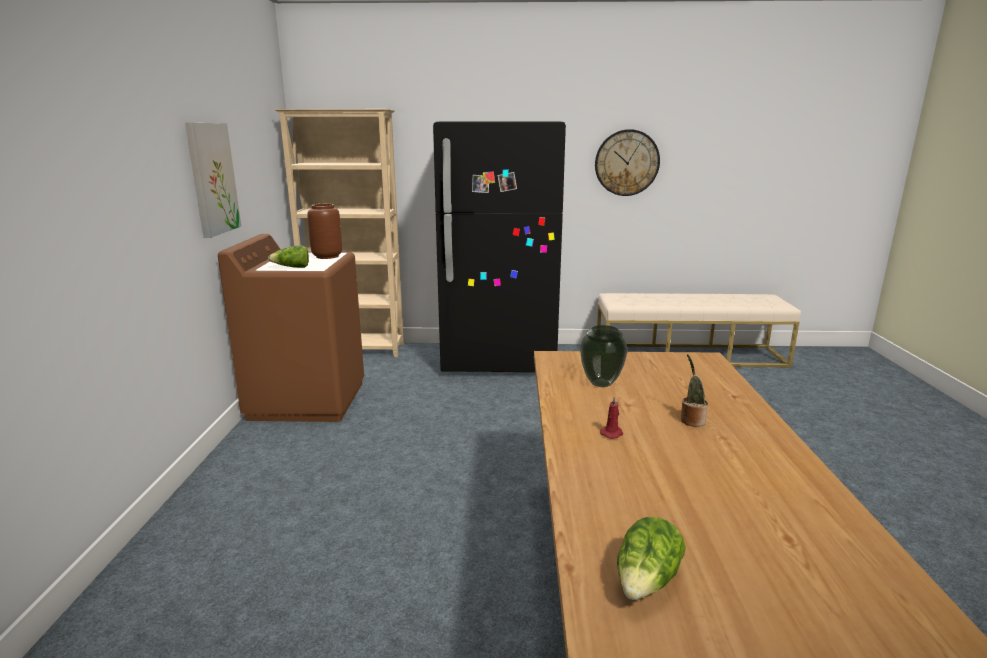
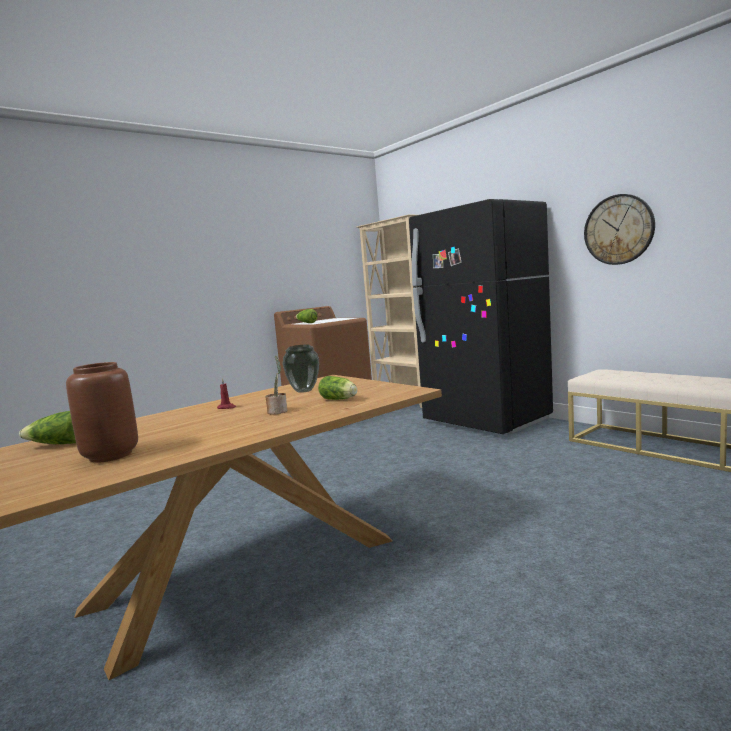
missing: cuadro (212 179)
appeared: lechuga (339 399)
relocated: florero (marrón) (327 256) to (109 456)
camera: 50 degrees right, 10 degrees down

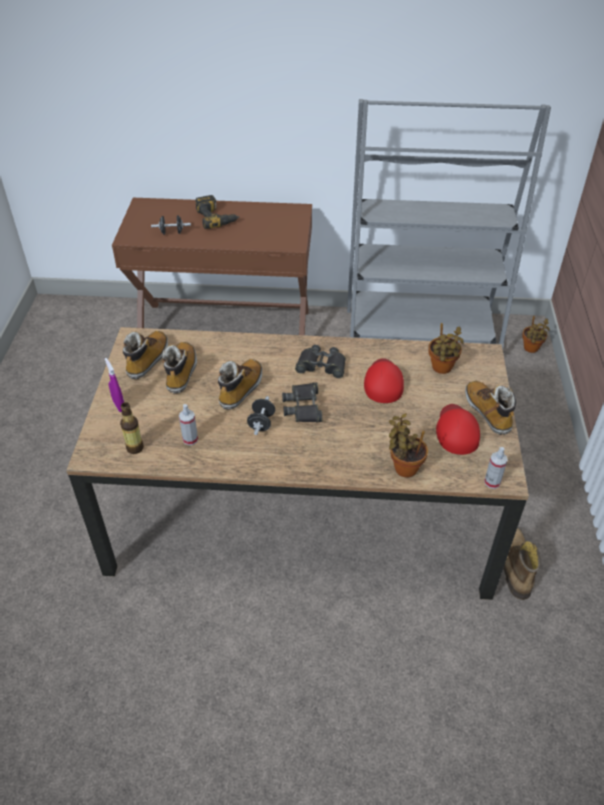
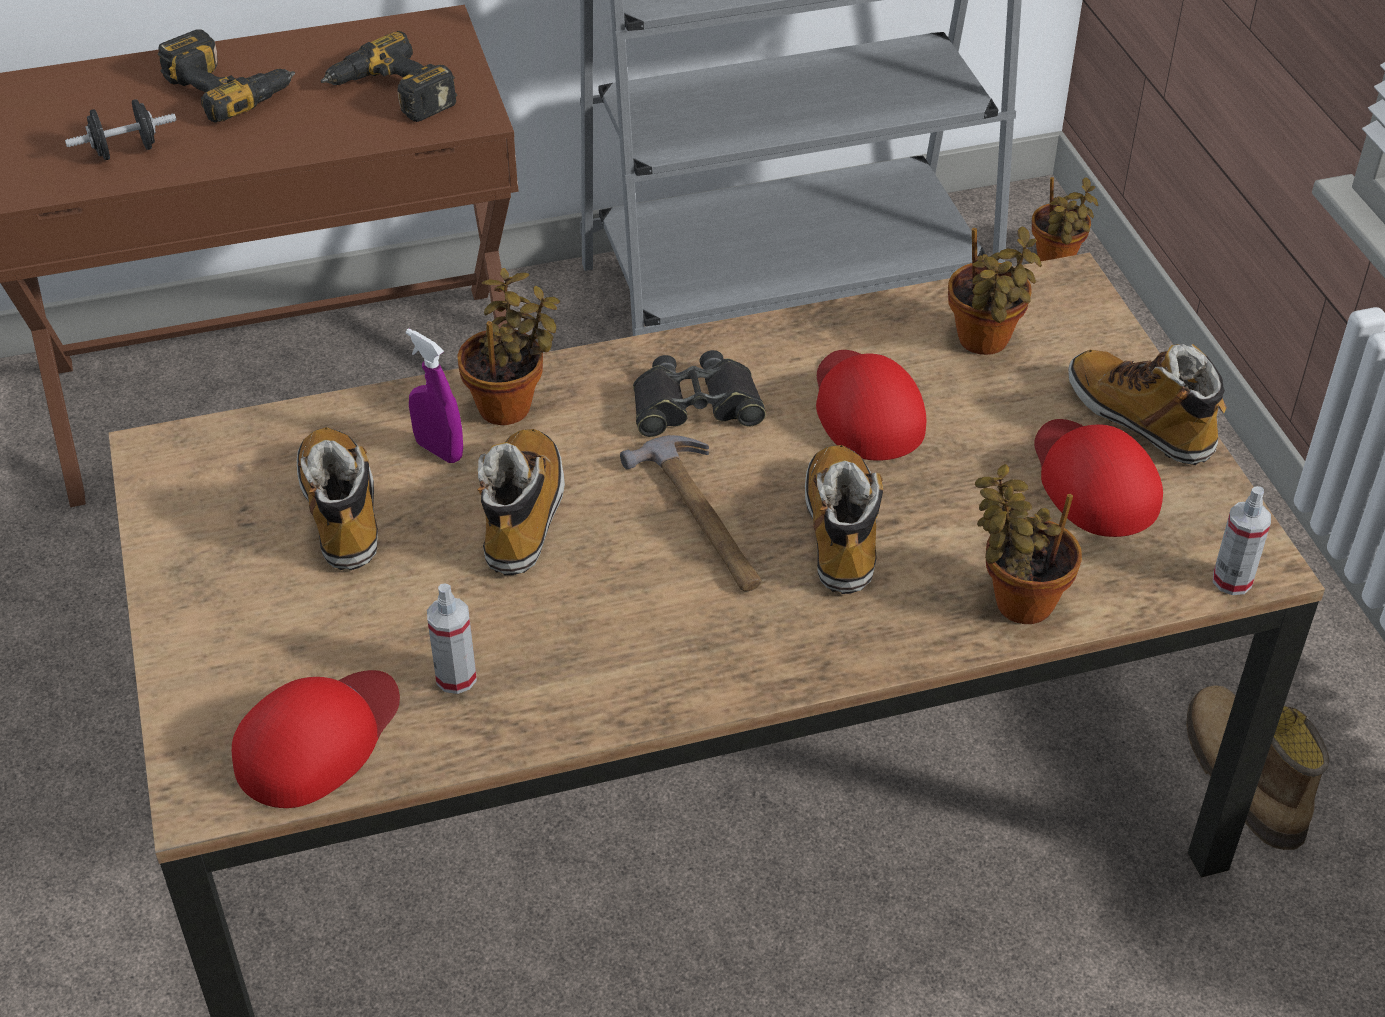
missing: mancuerna (negro) (261 423)
appeared: taladro (389 94); planta en maceta (510 405)
relocated: pulverizador (morado) (119 405) to (439 450); bota (148 360) to (842 533)
exchanged: botella (135 448) to gorra (rojo) (318 740); prismáticos (negro) (303 407) to martillo (703 518)
camera: 20 degrees left, 0 degrees up

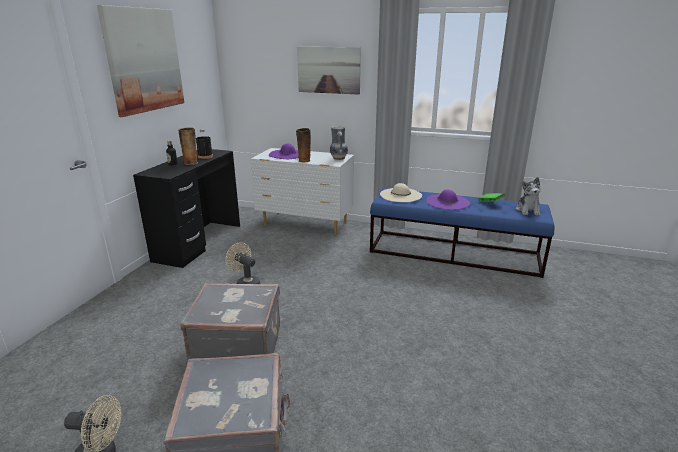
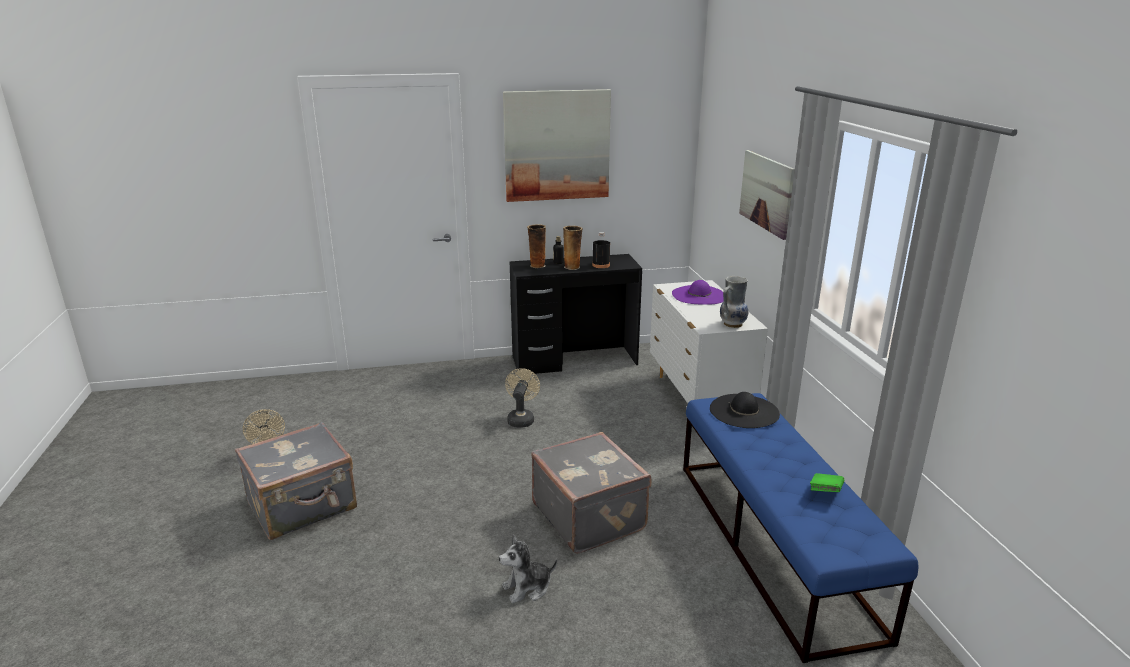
missing: sombrero (morado) (447 202)
relocated: maleta (gris) (238 347) to (590 516); florero (304 161) to (537 265); peluche (528 210) to (527 588)
colour: sombrero (beis) (400 195) to sombrero (negro) (744 411)
camera: 60 degrees right, 0 degrees up

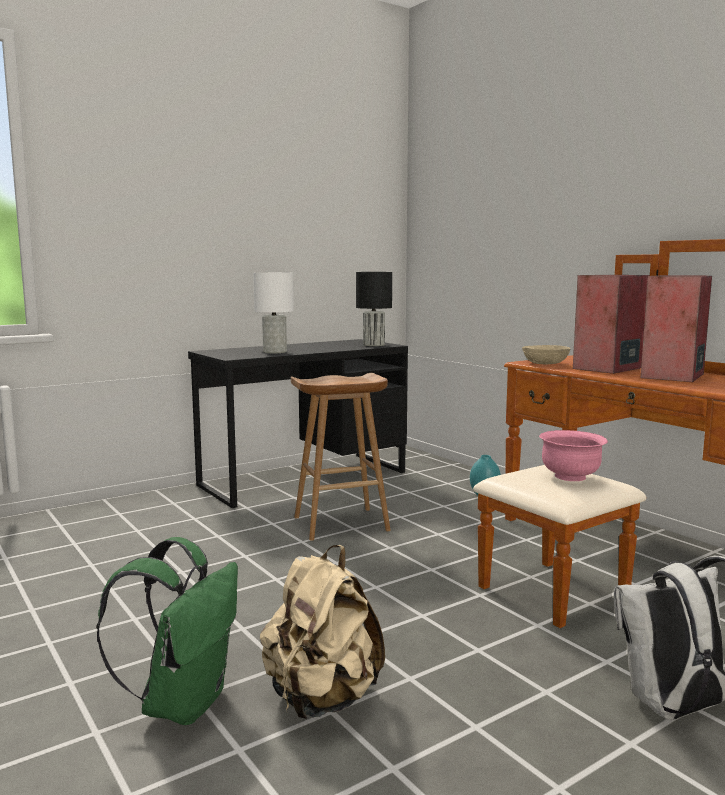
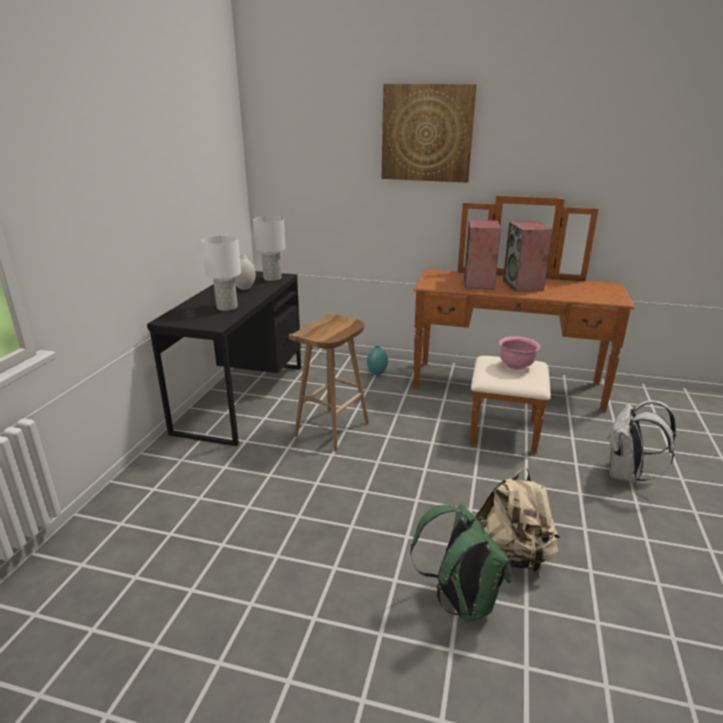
missing: cuenco (beis) (545 364)
appeared: florero (blanco) (244 288); cuadro (427 133)
colour: lámpara de mesa (negro) (373 345) to lámpara de mesa (blanco) (272 278)
camera: 40 degrees left, 15 degrees up

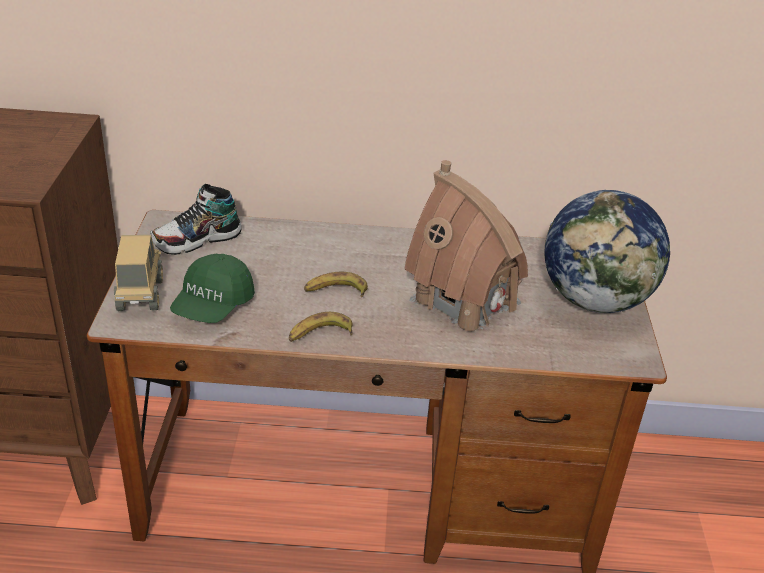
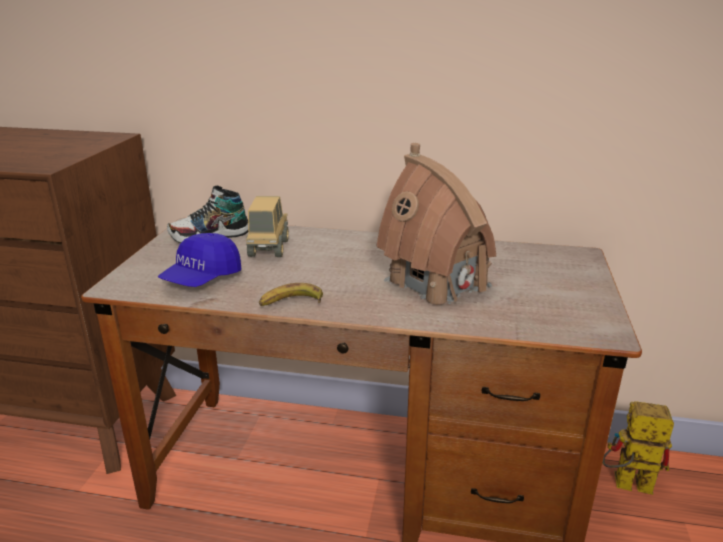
missing: plátano (335 291); globo terráqueo (596 300)
appeared: robot de juguete (624 484)
relocated: camión de juguete (140 295) to (268 249)
colour: gorra (verde) (213 306) to gorra (azul) (202 279)
camera: 10 degrees right, 10 degrees down

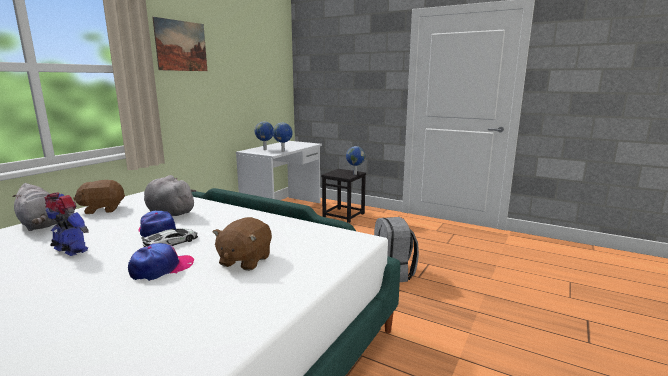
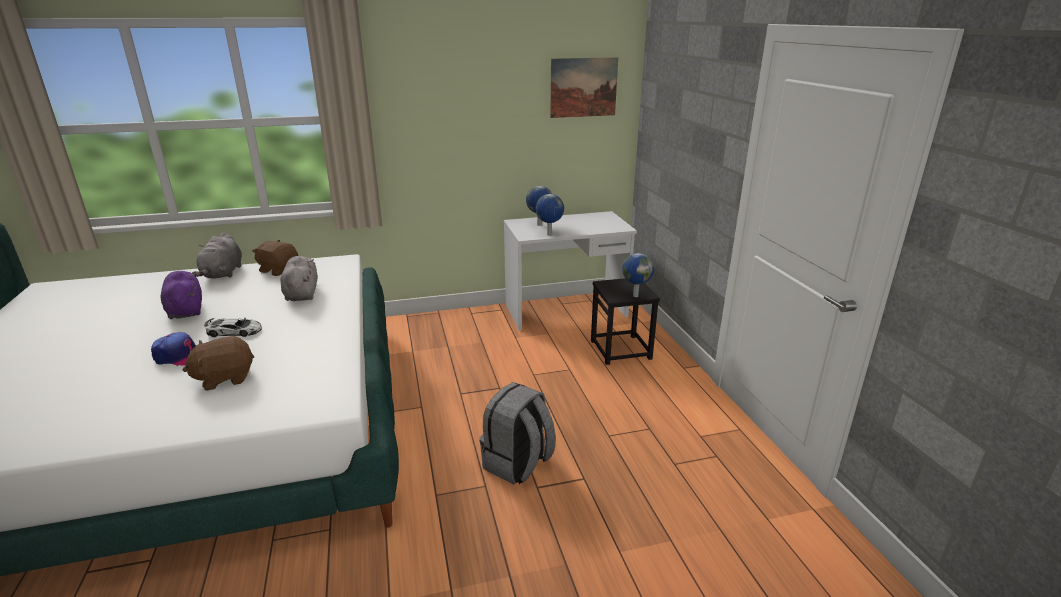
missing: gorra (157 230)
relocated: cuadro (181 46) to (583 87)
exchanged: robot de juguete (70 251) to peluche (morado) (185 310)
camera: 45 degrees right, 10 degrees up

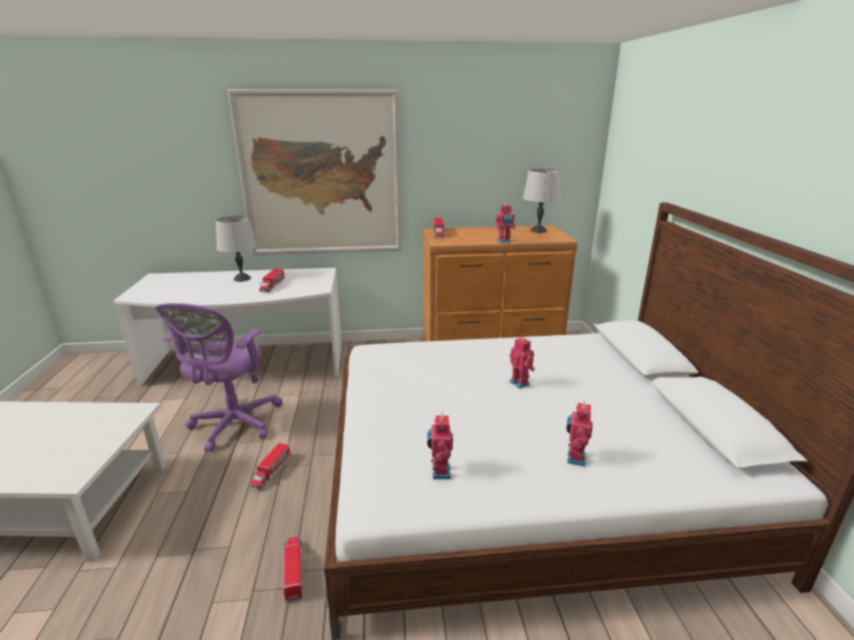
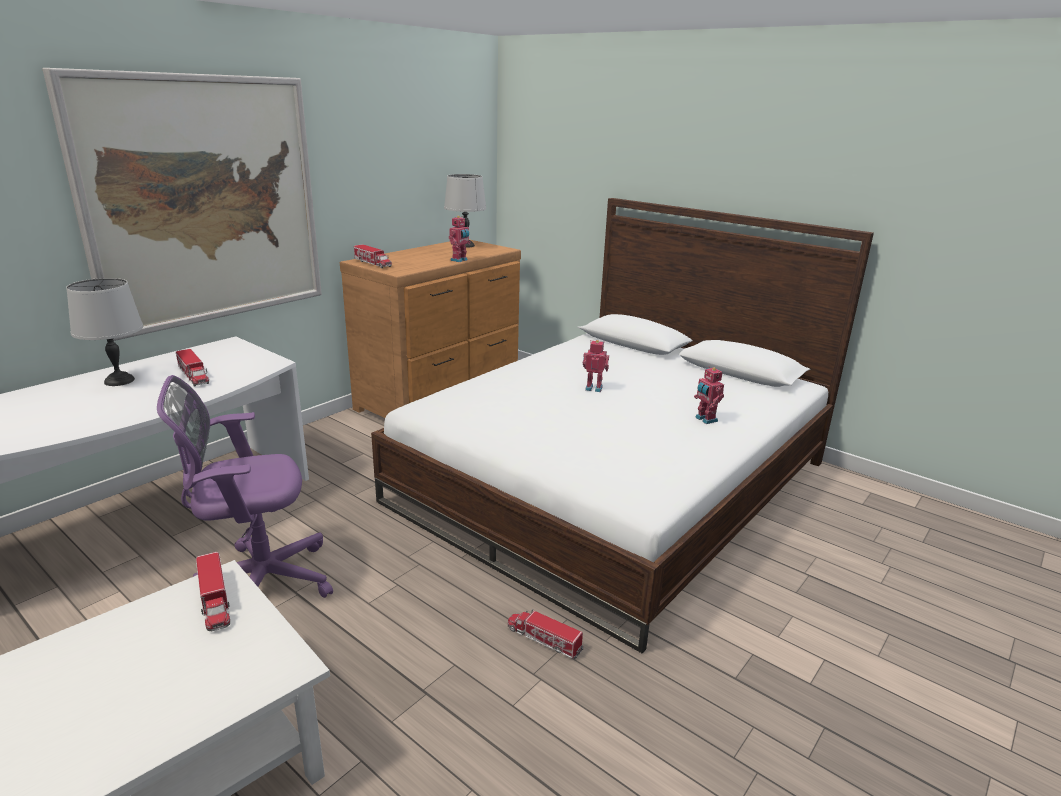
missing: robot de juguete (439 472)
relocated: camión de juguete (271 471) to (215 601)
spun: silla de oficina (morado) (233 425) = (258 580) 105 degrees clockwise
camera: 45 degrees left, 0 degrees up

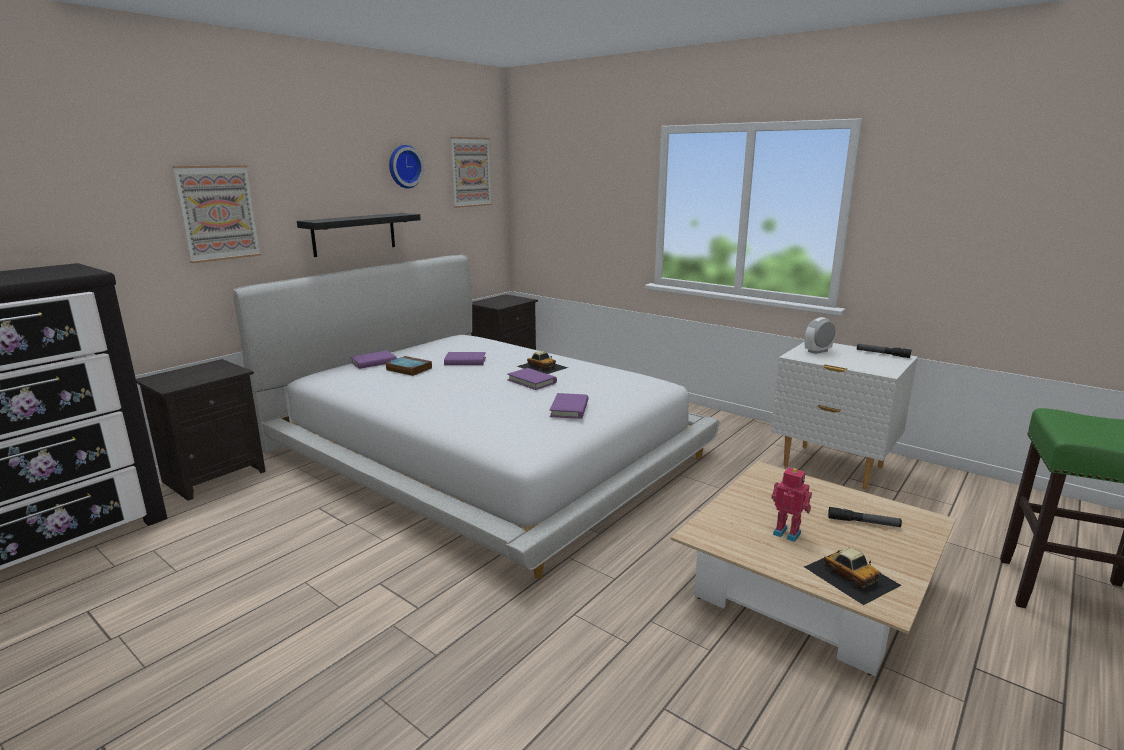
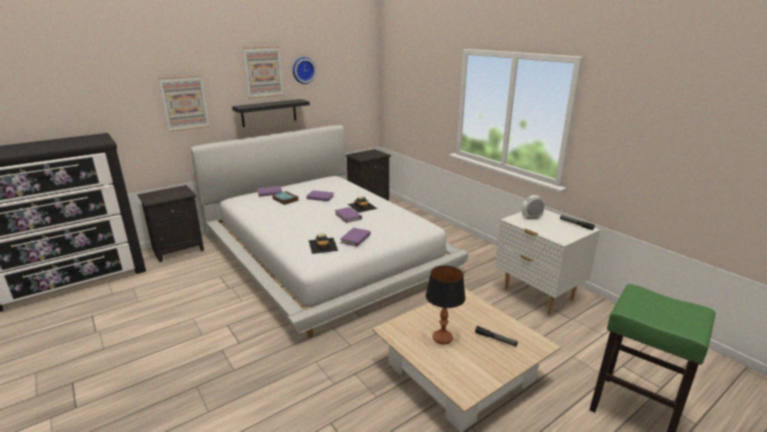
relocated: cuadro (470 172) to (263 72); coche de juguete (851 575) to (323 245)
exchanged: robot de juguete (787 532) to lámpara de mesa (442 337)
camera: 15 degrees right, 5 degrees up

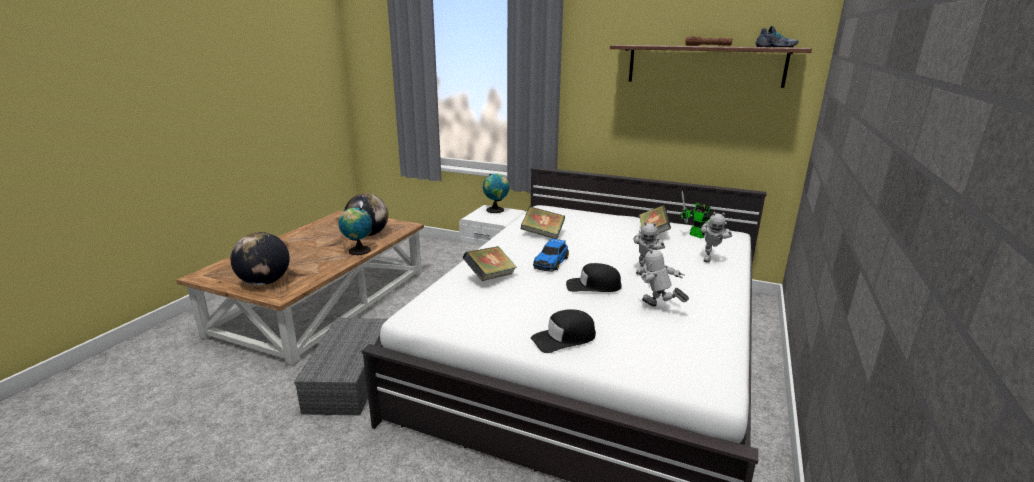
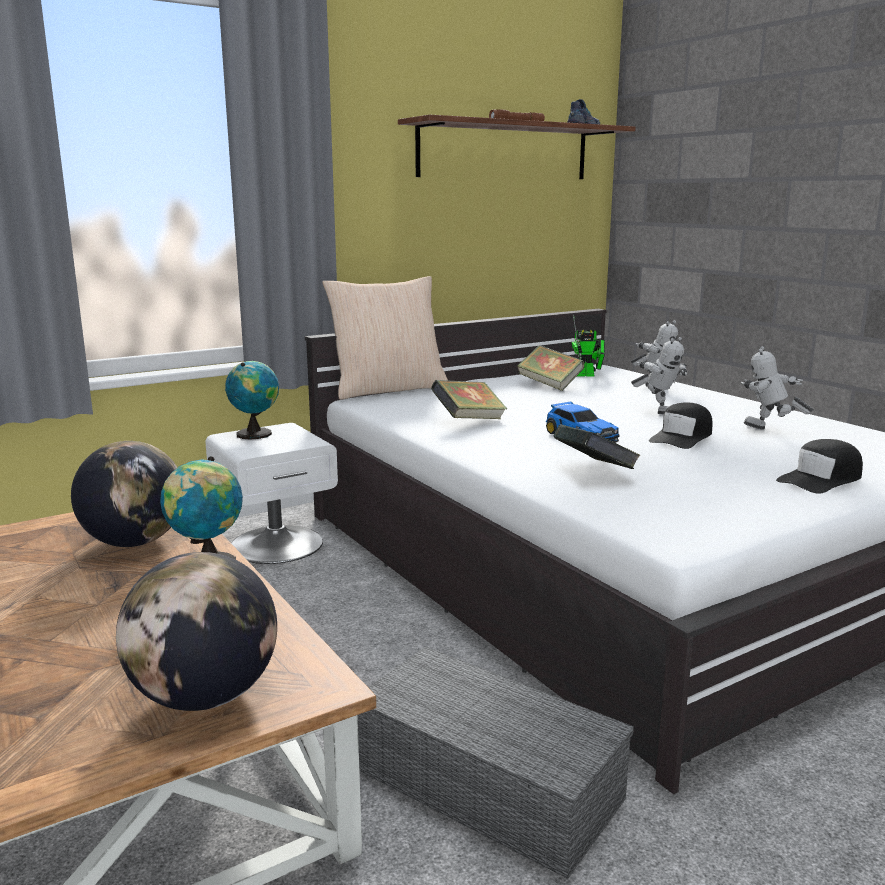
appeared: cojín (beis) (388 390)
spun: gorra (negro) (564 338) = (821 479) 45 degrees clockwise; robot de juguete (658 309) = (769 431) 45 degrees clockwise
camera: 55 degrees left, 5 degrees down

